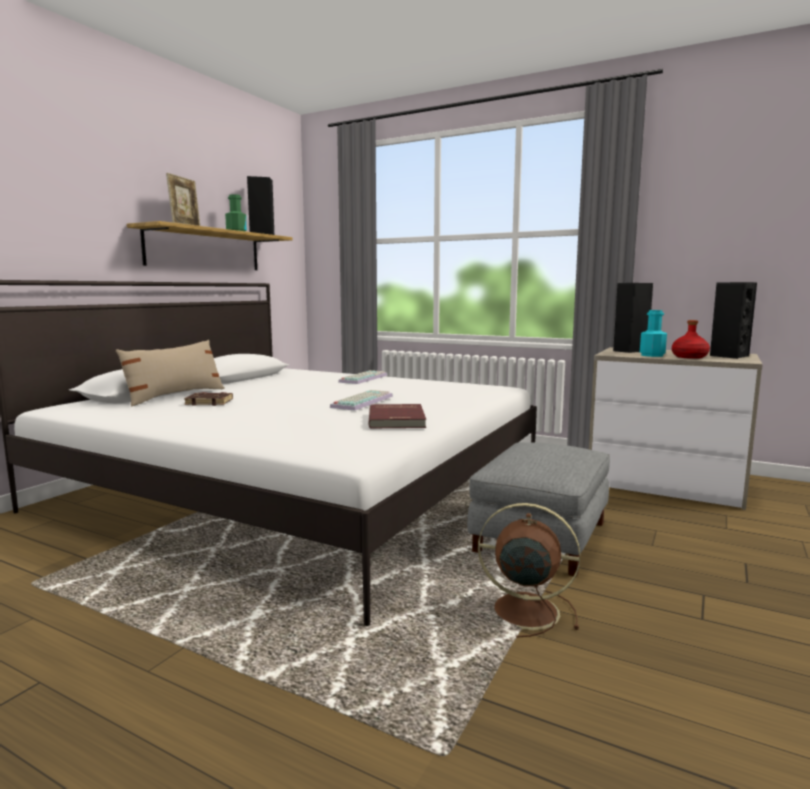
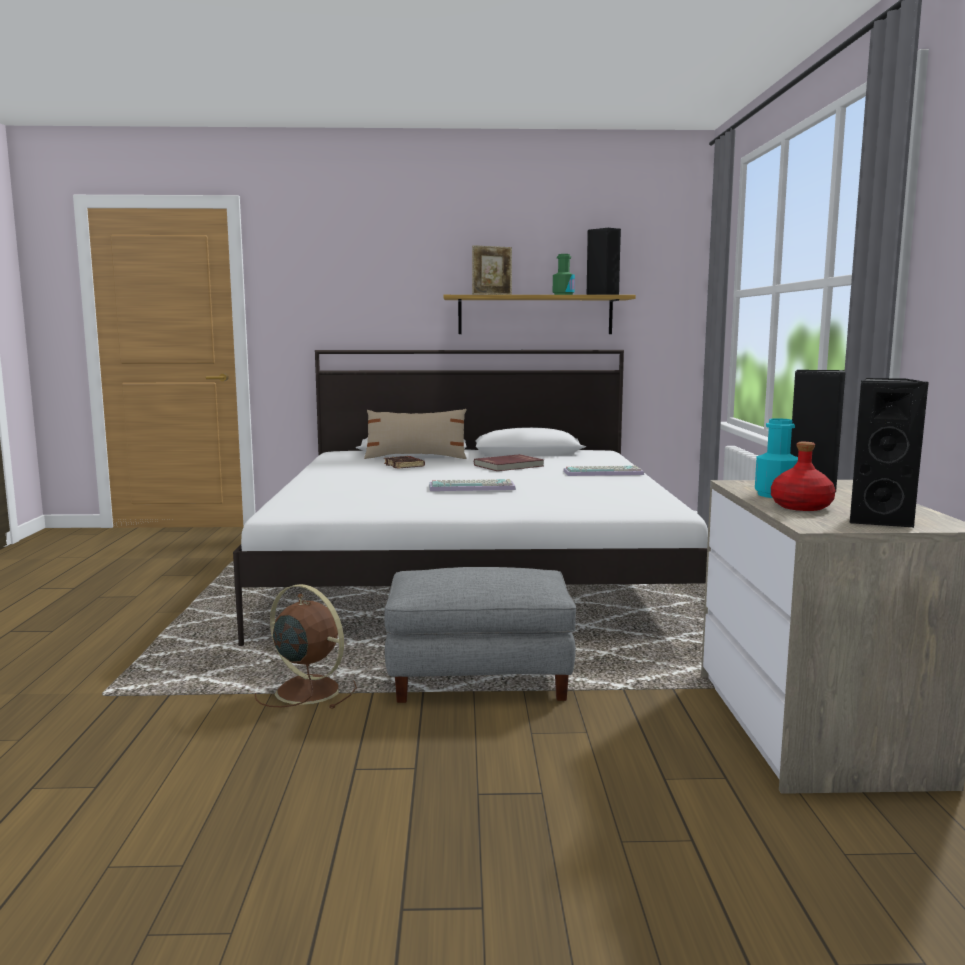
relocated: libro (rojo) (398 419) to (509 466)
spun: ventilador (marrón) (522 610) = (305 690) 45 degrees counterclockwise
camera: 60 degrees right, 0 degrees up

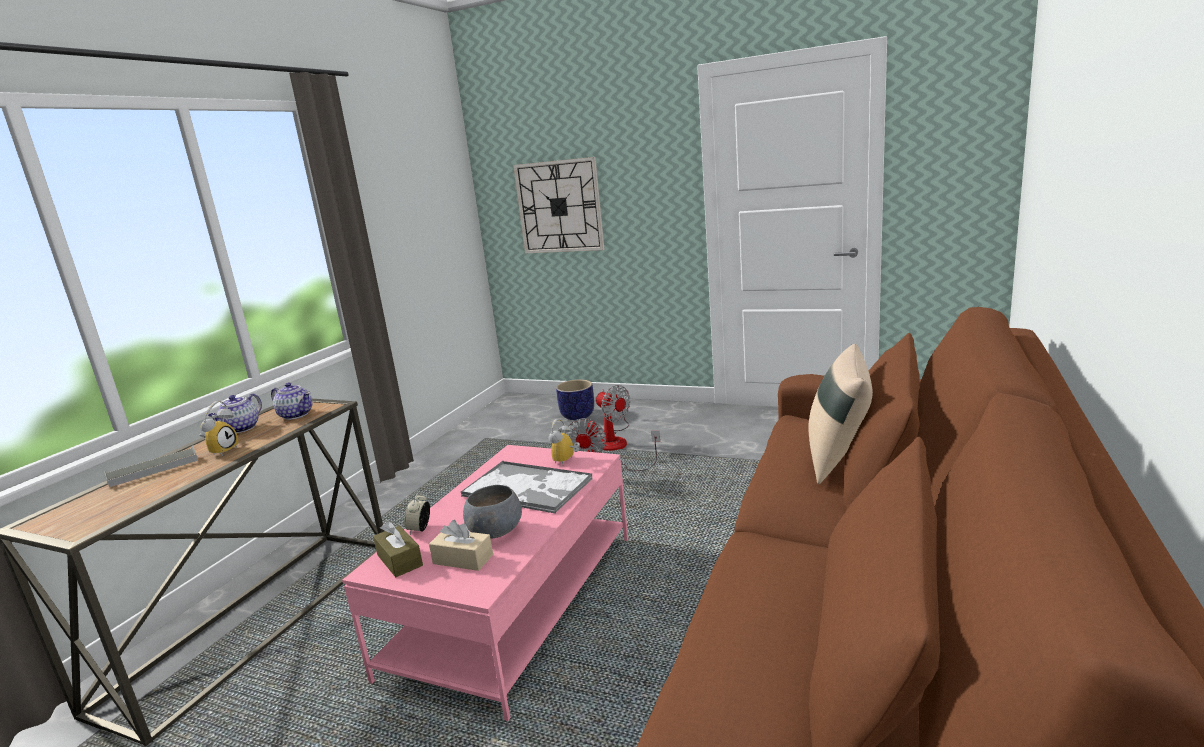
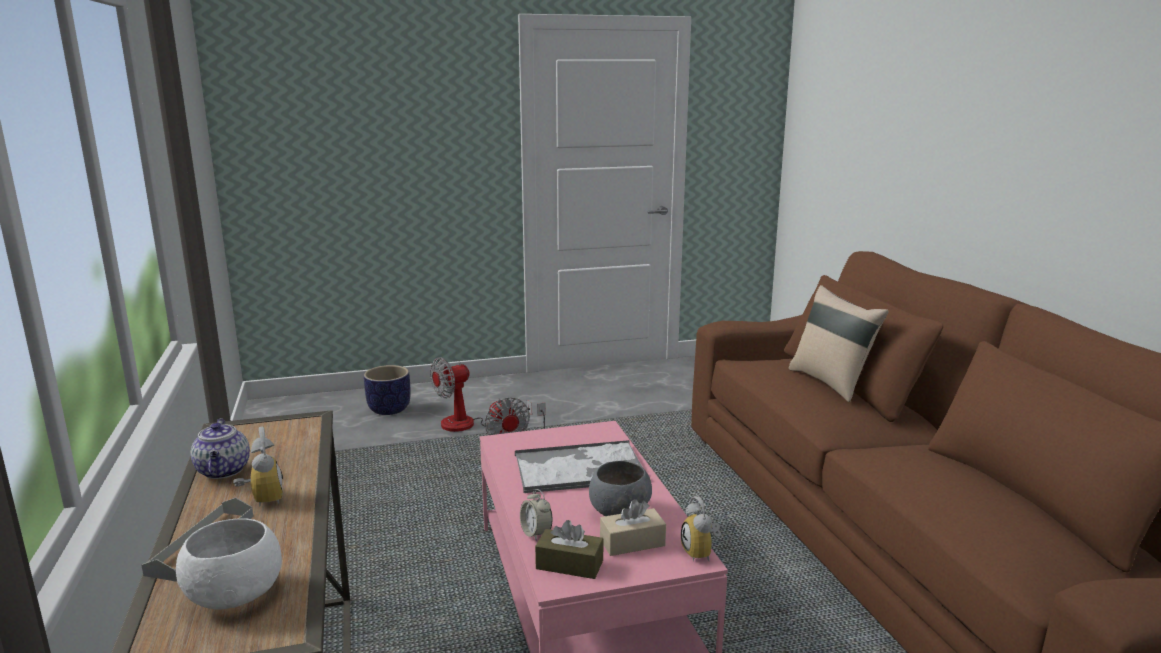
missing: tetera (296 415); reloj de pared (559 206)
appeared: cuenco (blanco) (237 595)
relocated: despertador (567 461) to (702 553)
spun: ventilador (614 440) = (469 426) 135 degrees clockwise
camera: 40 degrees left, 0 degrees up

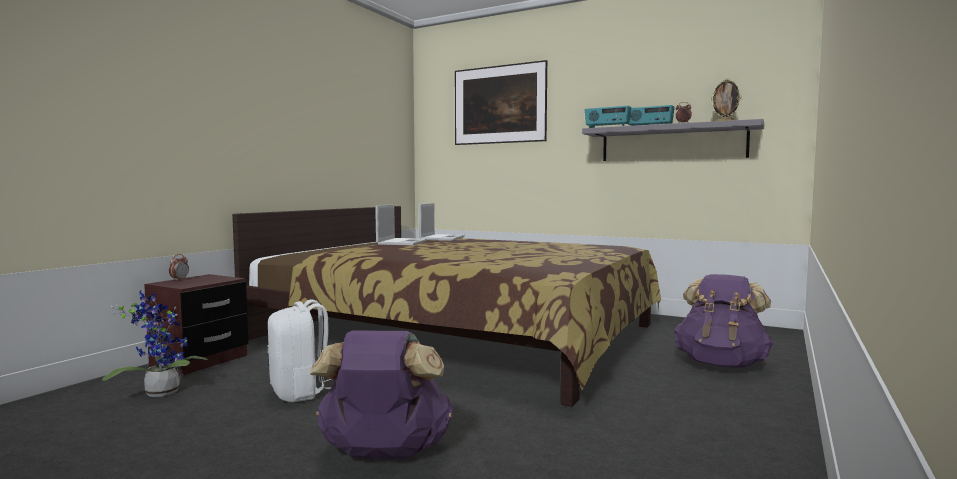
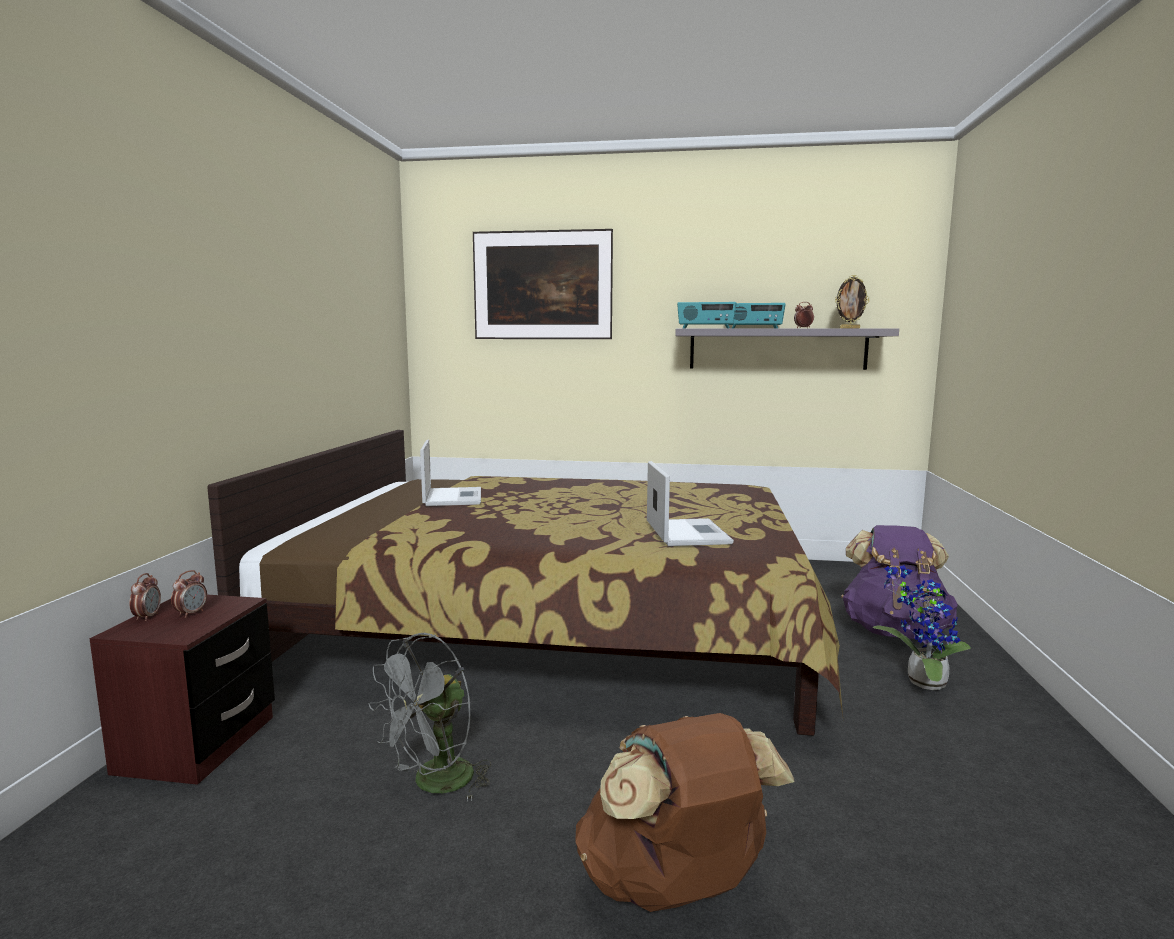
appeared: despertador (191 613)
relocated: planta en maceta (160 391) to (921 682); portátil (442 238) to (686 533)
exchanged: mochila (blanco) (300 392) to ventilador (gris) (434 784)
colour: mochila (morado) (384 454) to mochila (marrón) (674 887)
camera: 20 degrees left, 5 degrees up

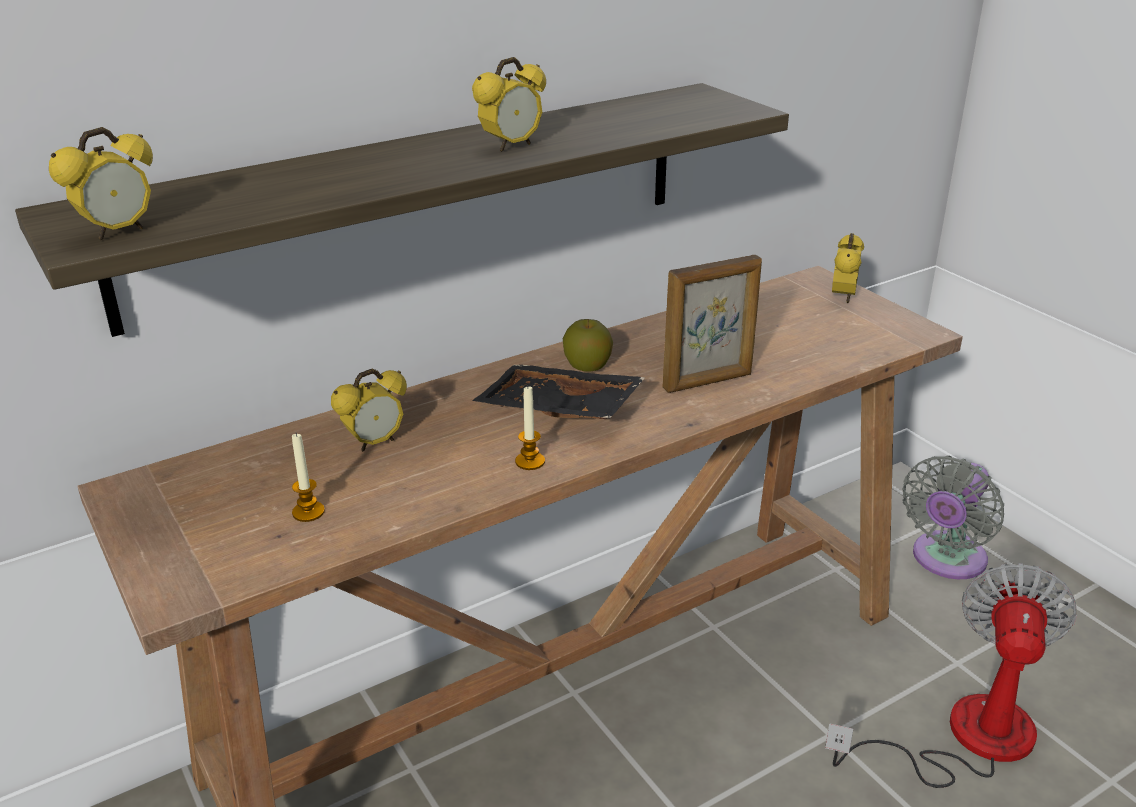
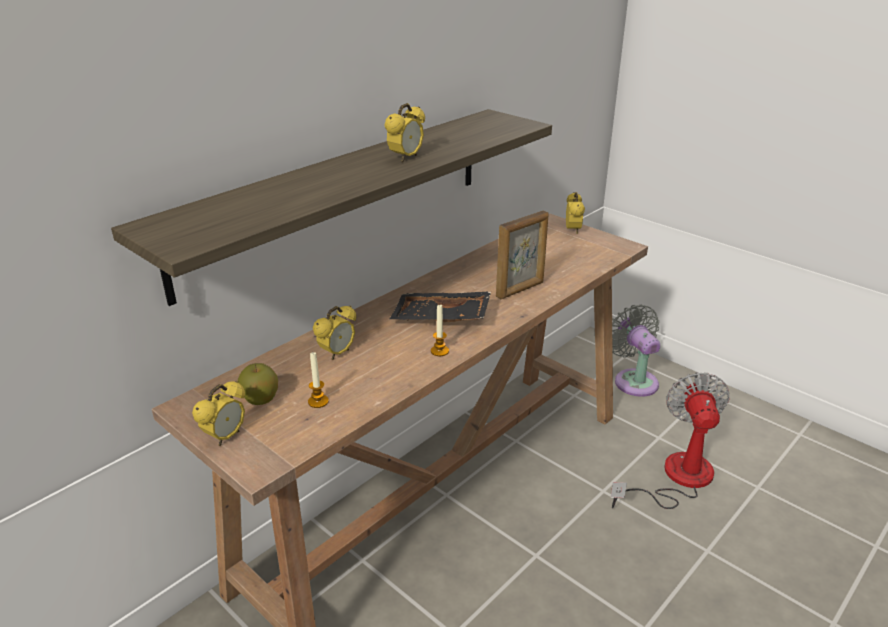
relocated: despertador (118 232) to (225 437); manzana (587 367) to (260 399)
spun: ventilador (gris) (945 560) = (633 380) 135 degrees clockwise
camera: 15 degrees left, 0 degrees up

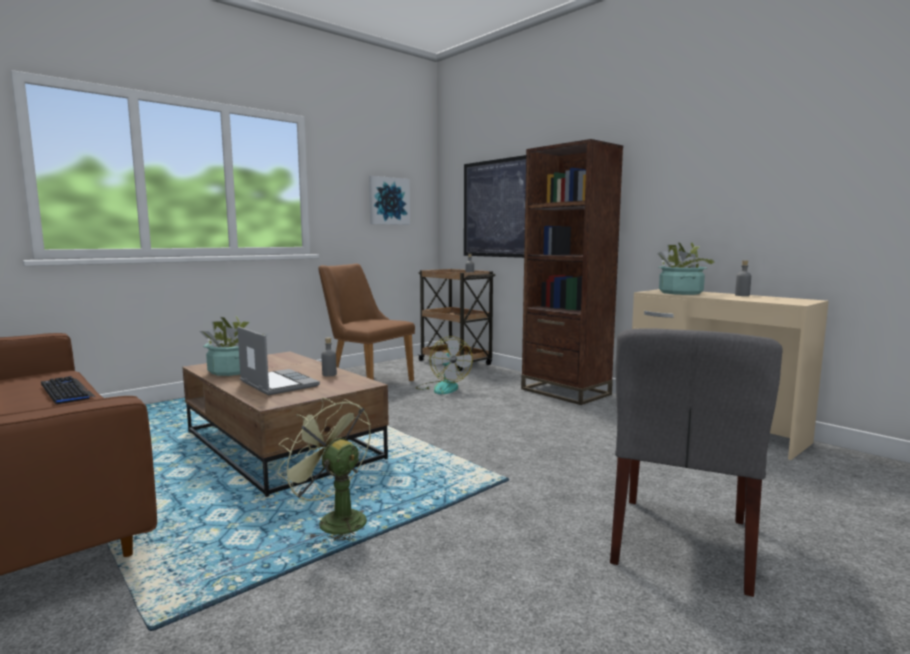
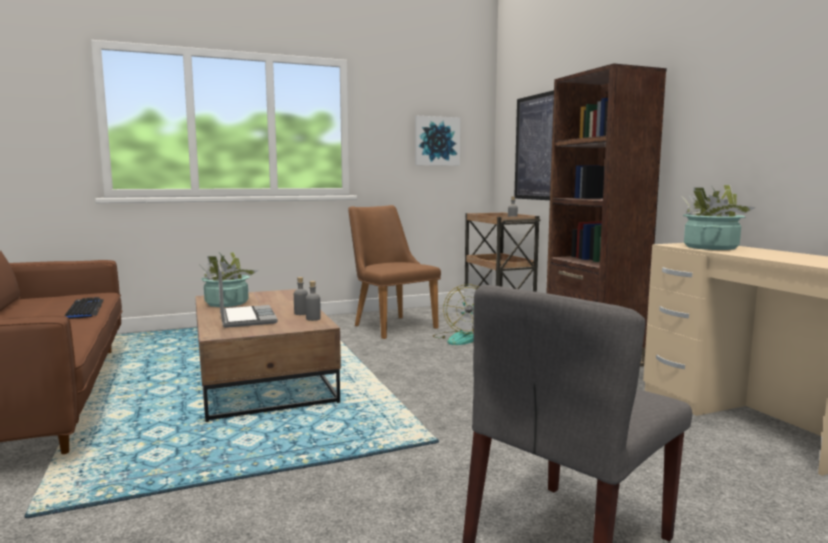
missing: ventilador (verde) (333 521)
relocated: botella (gris) (742 295) to (313 319)
camera: 20 degrees right, 0 degrees up

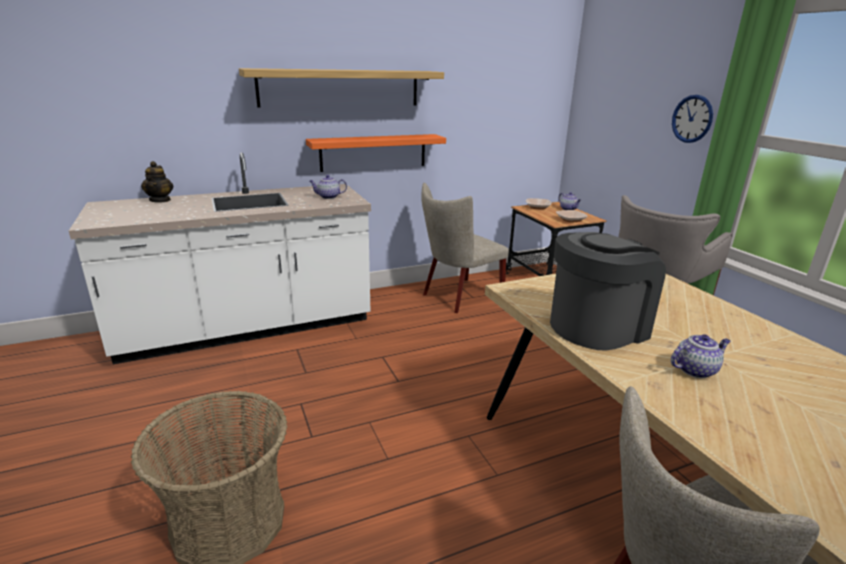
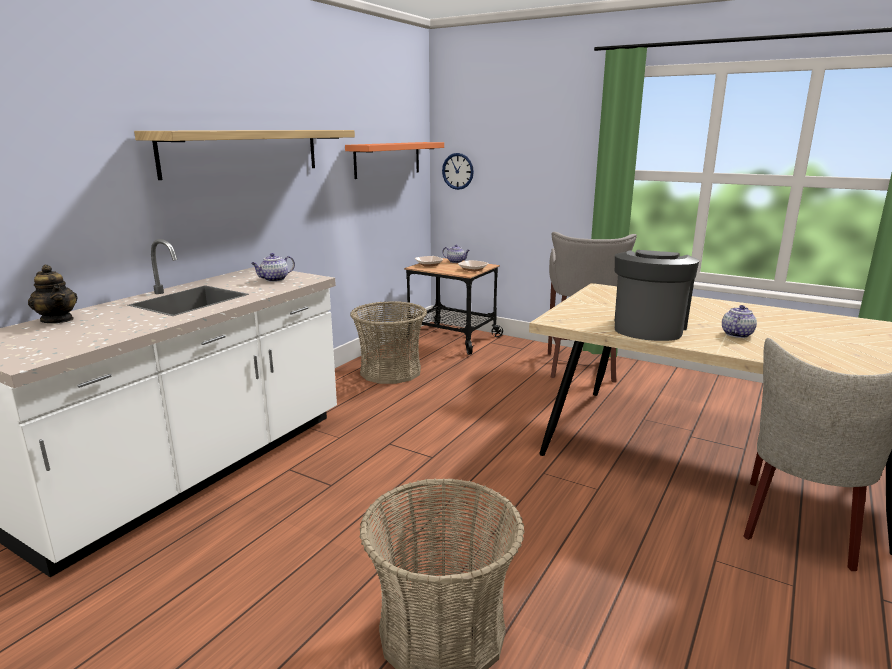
relocated: estante (naranja) (373 152) to (388 159); reloj de pared (692 119) to (458 171)
exchanged: silla (beis) (458 297) to cesta (390 371)
camera: 35 degrees left, 5 degrees down

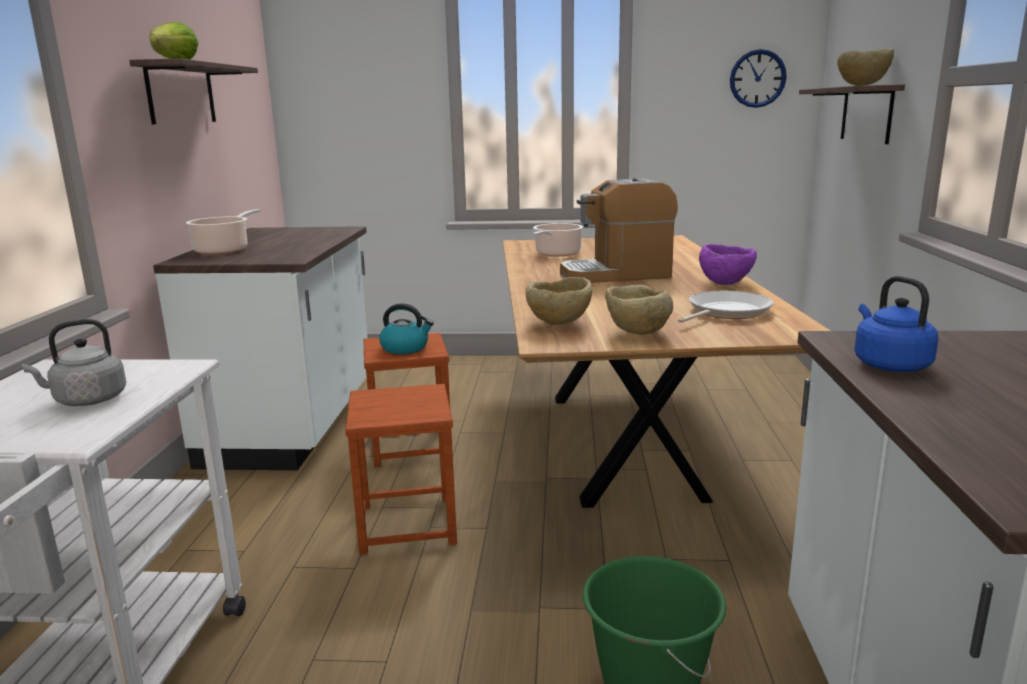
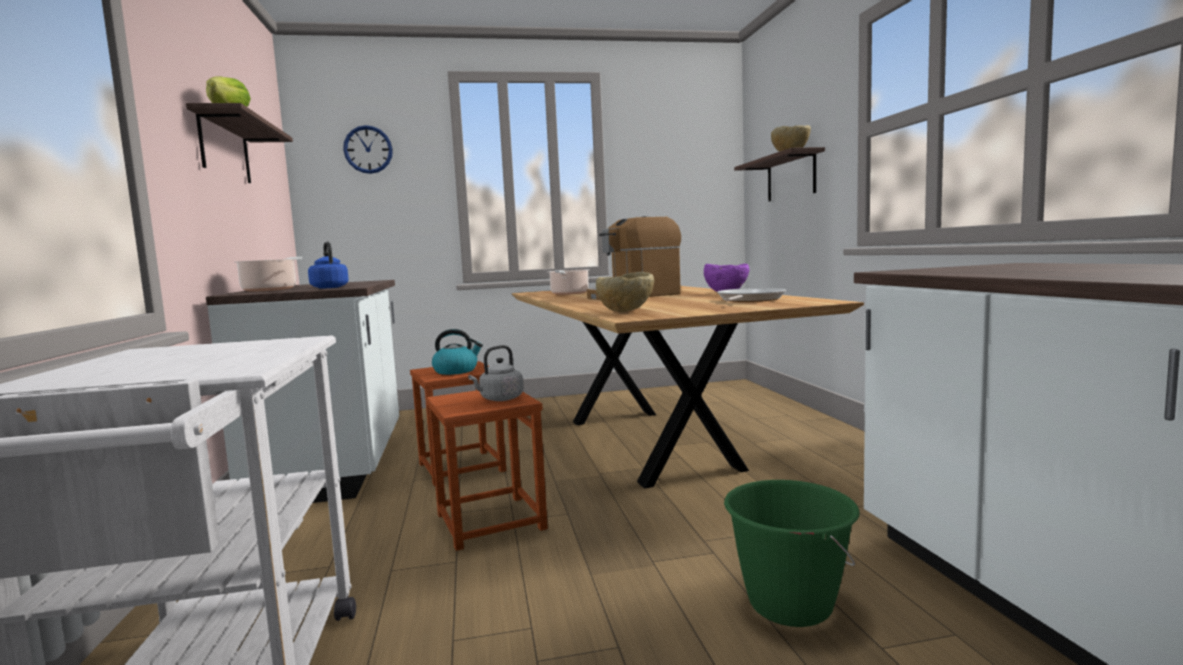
missing: cuenco (beis) (636 334)
relocated: hervidor (gris) (86 400) to (499 399); reloj de pared (757 78) to (368 149); hervidor (azul) (888 364) to (329 287)
camera: 15 degrees left, 10 degrees down

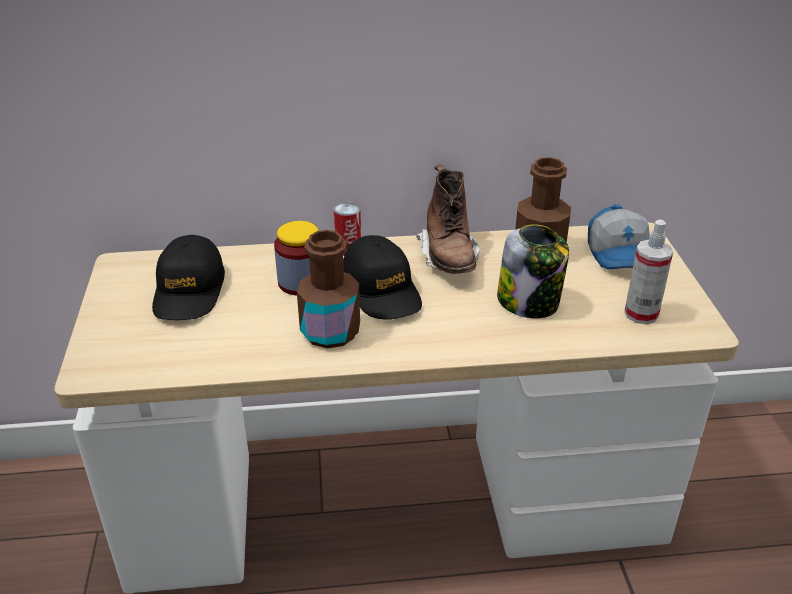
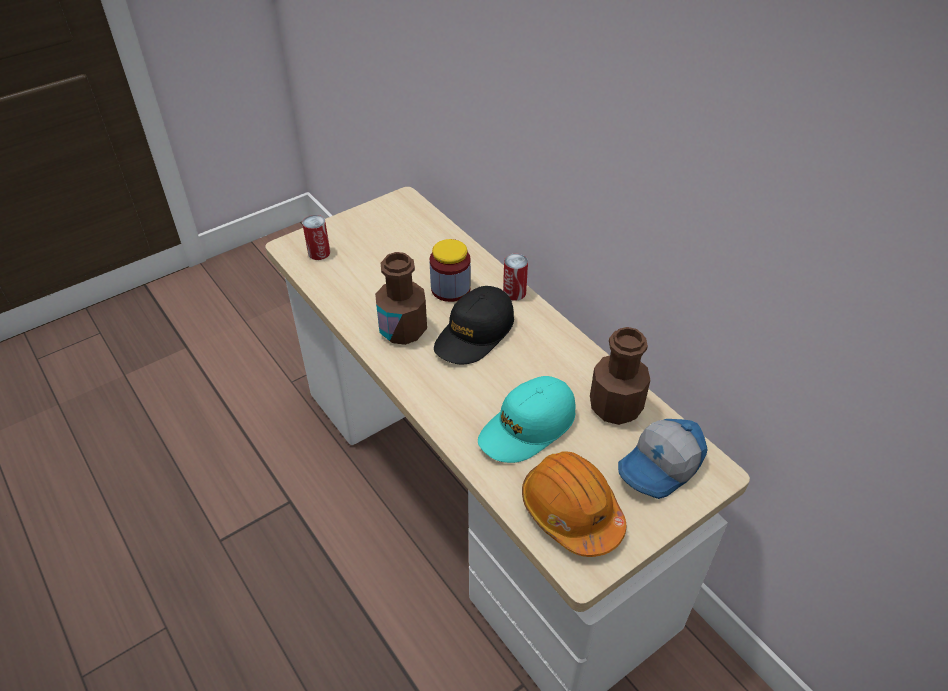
missing: gorra (negro) (189 291); bota (marrón) (449 258)
appeared: lata (319 253)
exchanged: tarro (529 302) to gorra (turquesa) (527 427); pulverizador (641 314) to casco (naranja) (571 512)
camera: 60 degrees right, 10 degrees up

